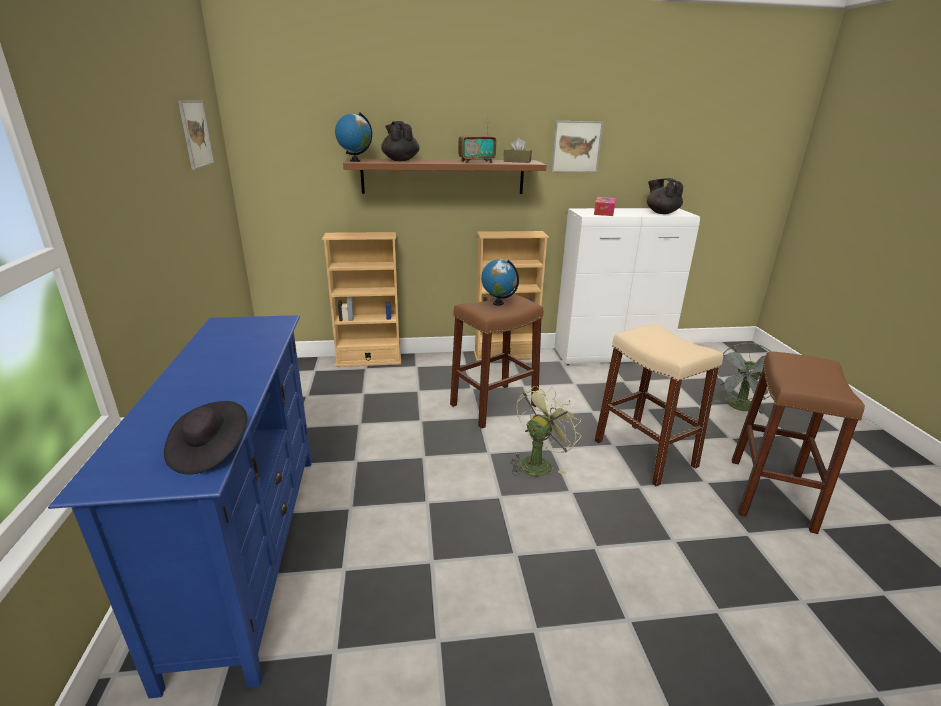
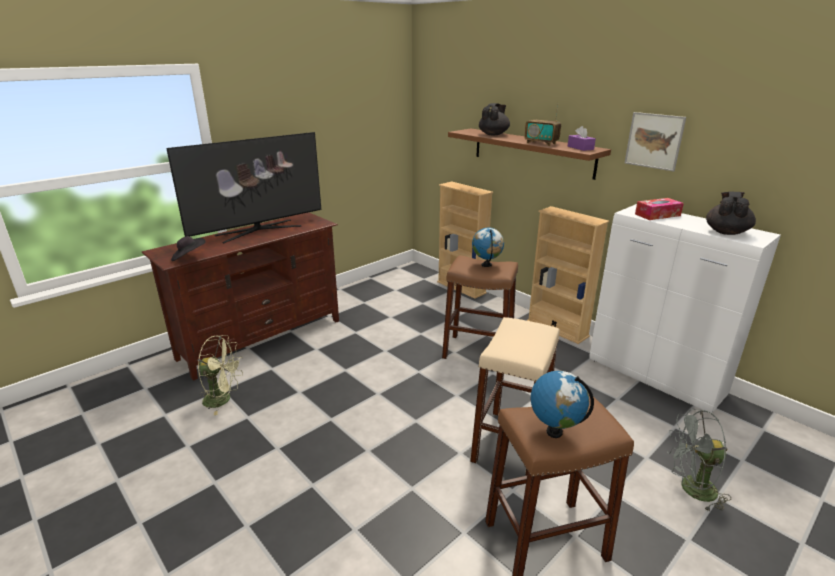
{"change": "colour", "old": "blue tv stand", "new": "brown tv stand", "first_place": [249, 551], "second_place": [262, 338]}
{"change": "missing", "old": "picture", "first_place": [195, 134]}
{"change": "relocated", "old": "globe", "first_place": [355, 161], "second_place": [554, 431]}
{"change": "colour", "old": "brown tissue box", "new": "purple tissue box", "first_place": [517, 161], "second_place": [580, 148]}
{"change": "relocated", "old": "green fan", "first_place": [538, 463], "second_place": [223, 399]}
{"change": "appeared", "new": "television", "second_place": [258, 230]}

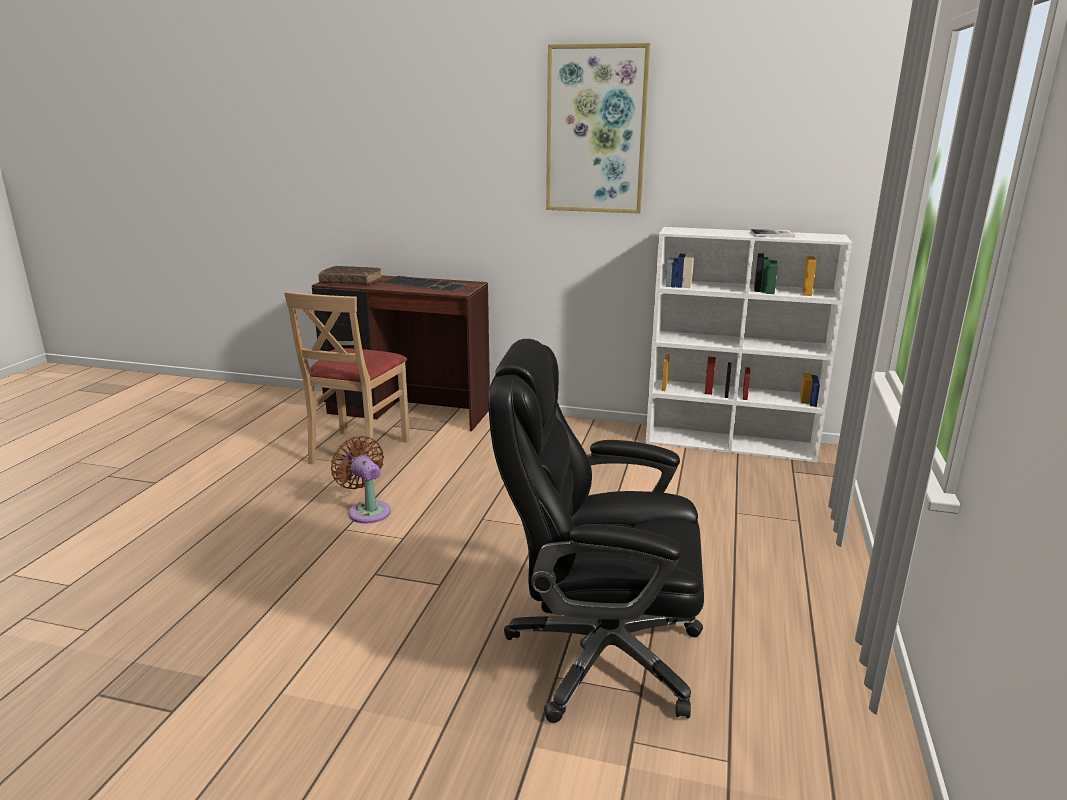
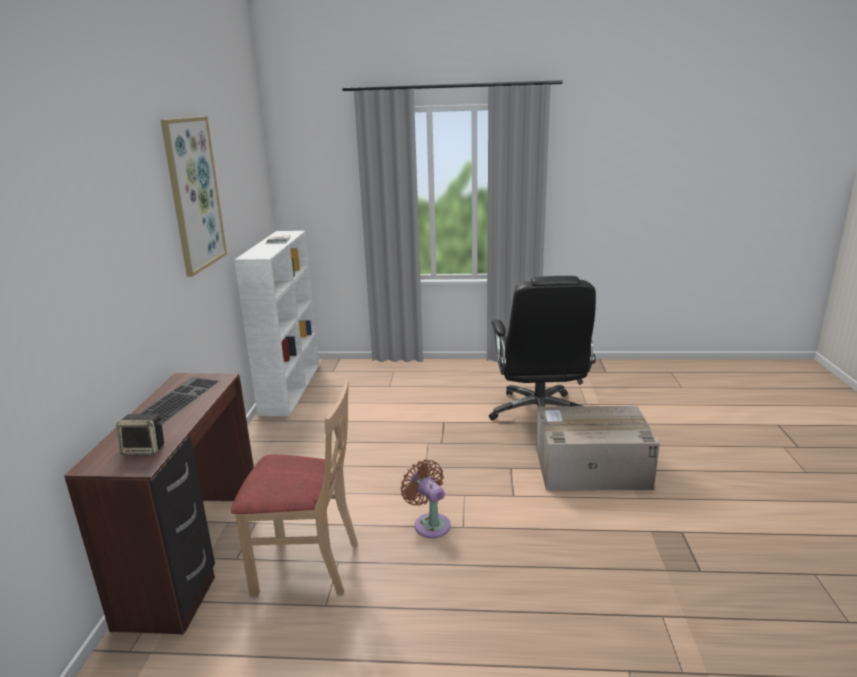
{"change": "exchanged", "old": "brown book", "new": "speaker", "first_place": [351, 282], "second_place": [145, 449]}
{"change": "spun", "old": "brown fan", "first_place": [367, 510], "second_place": [430, 523], "degrees": 105}
{"change": "appeared", "new": "cardboard box", "second_place": [589, 468]}

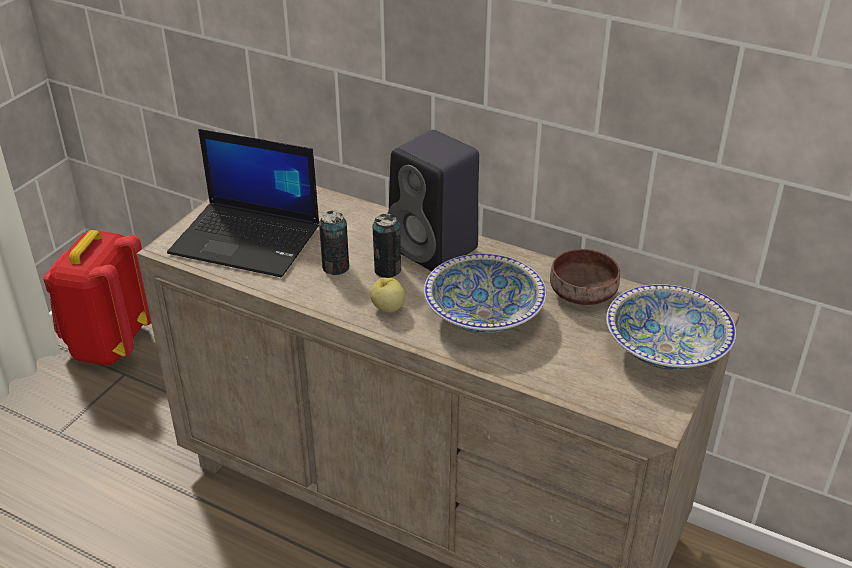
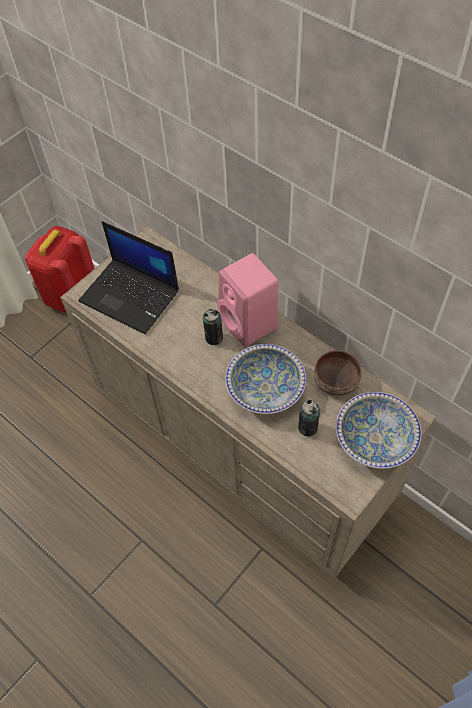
{"change": "relocated", "old": "can", "first_place": [335, 267], "second_place": [307, 428]}
{"change": "missing", "old": "apple", "first_place": [387, 308]}
{"change": "colour", "old": "black speaker", "new": "pink speaker", "first_place": [436, 249], "second_place": [250, 324]}

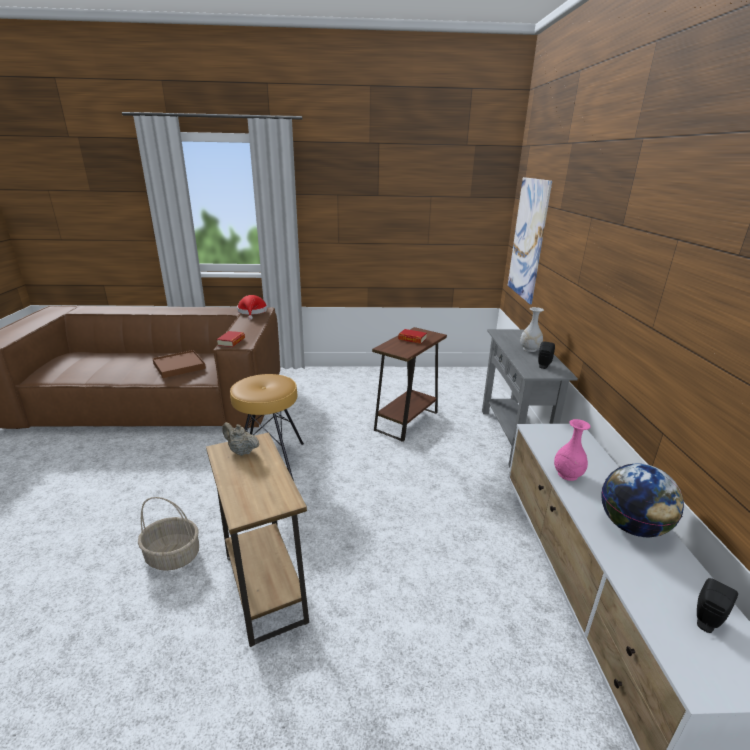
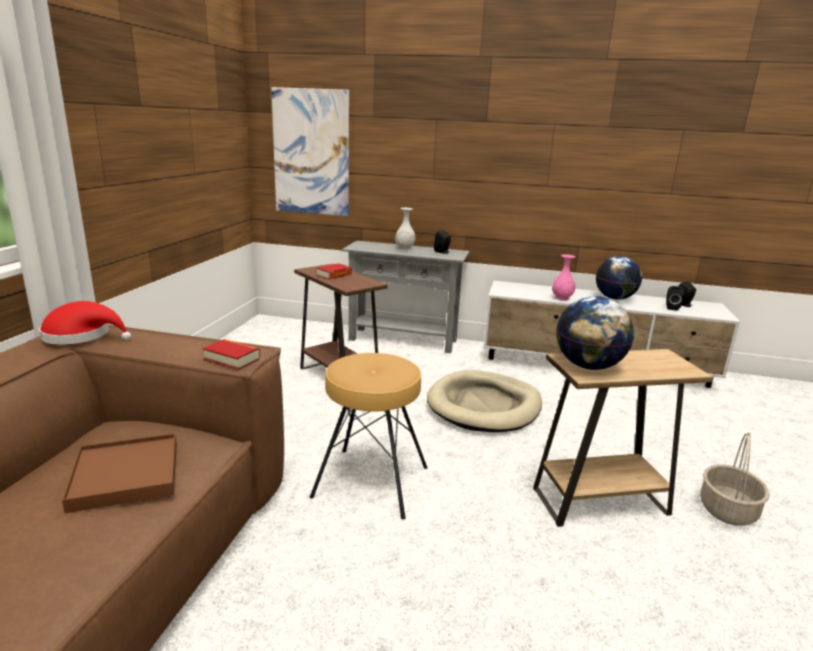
{"change": "relocated", "old": "basket", "first_place": [172, 556], "second_place": [728, 511]}
{"change": "exchanged", "old": "beige teapot", "new": "globe", "first_place": [241, 451], "second_place": [588, 366]}
{"change": "appeared", "new": "beige dog bed", "second_place": [484, 406]}
{"change": "appeared", "new": "black speaker", "second_place": [671, 307]}

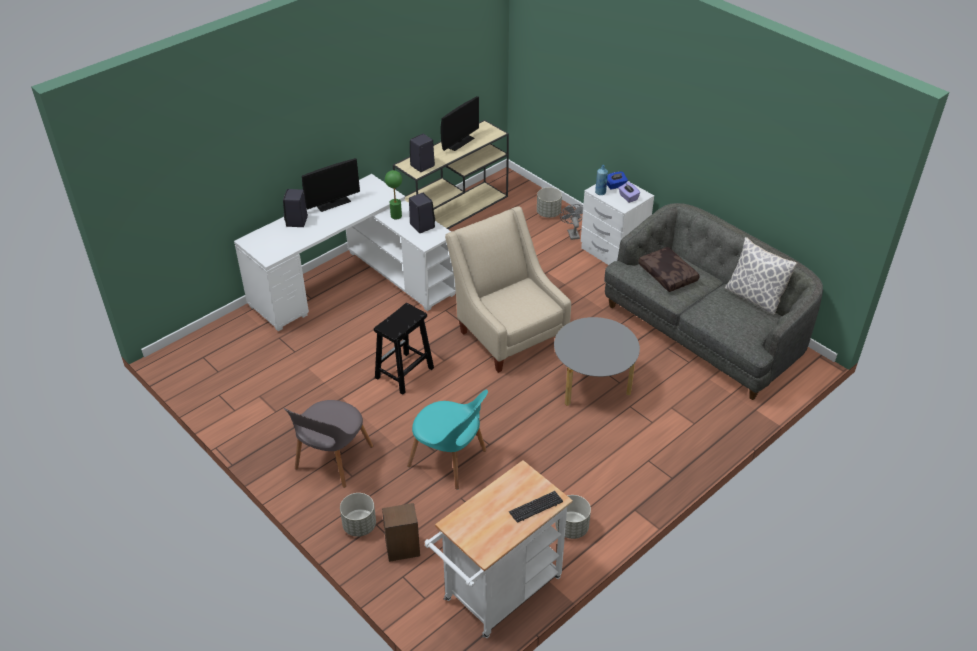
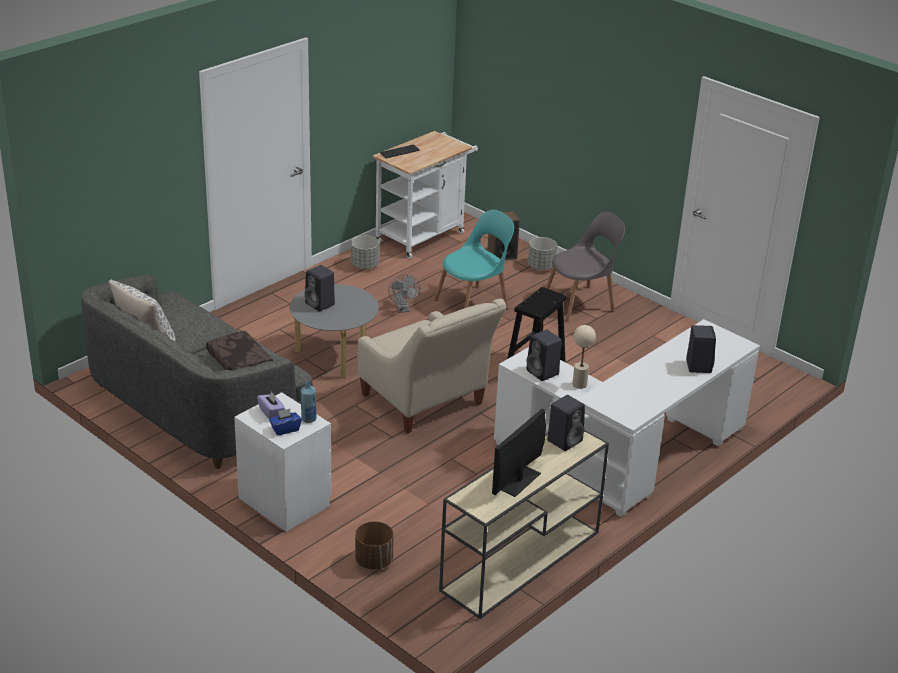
{"change": "spun", "old": "grey chair", "first_place": [332, 460], "second_place": [581, 303], "degrees": 45}
{"change": "missing", "old": "monitor", "first_place": [332, 203]}
{"change": "colour", "old": "green table lamp", "new": "beige table lamp", "first_place": [396, 216], "second_place": [579, 384]}
{"change": "spun", "old": "turquoise chair", "first_place": [450, 460], "second_place": [473, 303], "degrees": 120}
{"change": "colour", "old": "grey planter", "new": "brown planter", "first_place": [548, 213], "second_place": [374, 561]}
{"change": "relocated", "old": "grey fan", "first_place": [572, 233], "second_place": [403, 309]}
{"change": "appeared", "new": "black speaker", "second_place": [320, 304]}

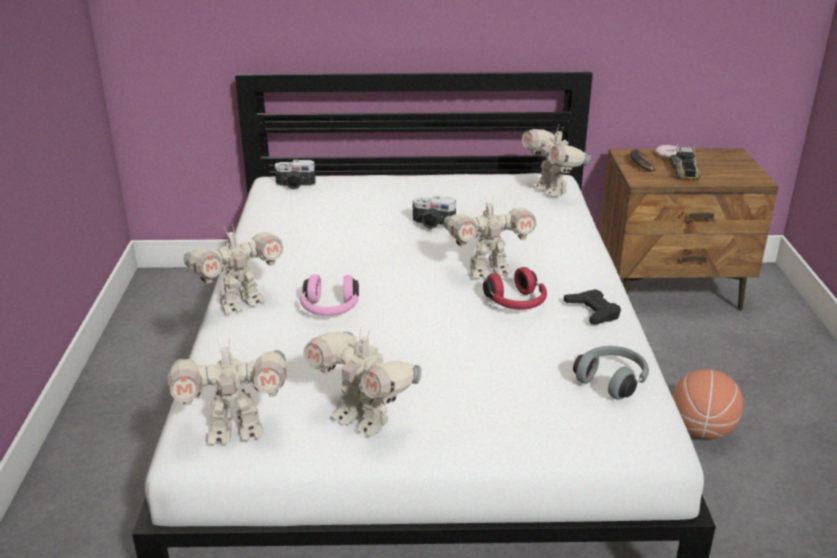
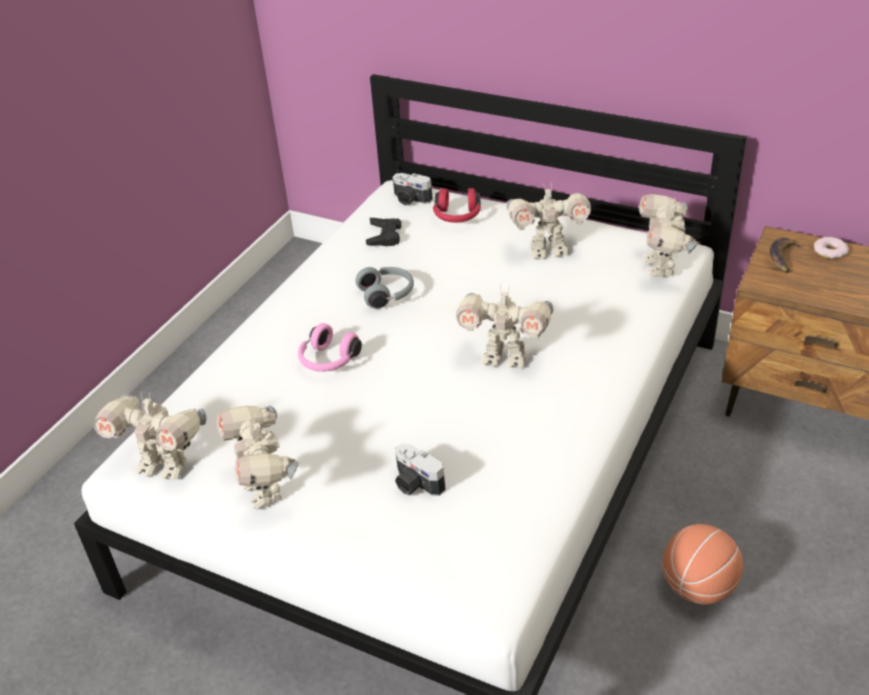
{"change": "relocated", "old": "toy robot", "first_place": [240, 303], "second_place": [548, 250]}
{"change": "relocated", "old": "photo camera", "first_place": [432, 224], "second_place": [415, 484]}
{"change": "relocated", "old": "red headphones", "first_place": [516, 303], "second_place": [457, 217]}
{"change": "relocated", "old": "black game controller", "first_place": [593, 311], "second_place": [384, 236]}
{"change": "relocated", "old": "grey headphones", "first_place": [612, 380], "second_place": [387, 294]}
{"change": "missing", "old": "toy truck", "first_place": [684, 172]}

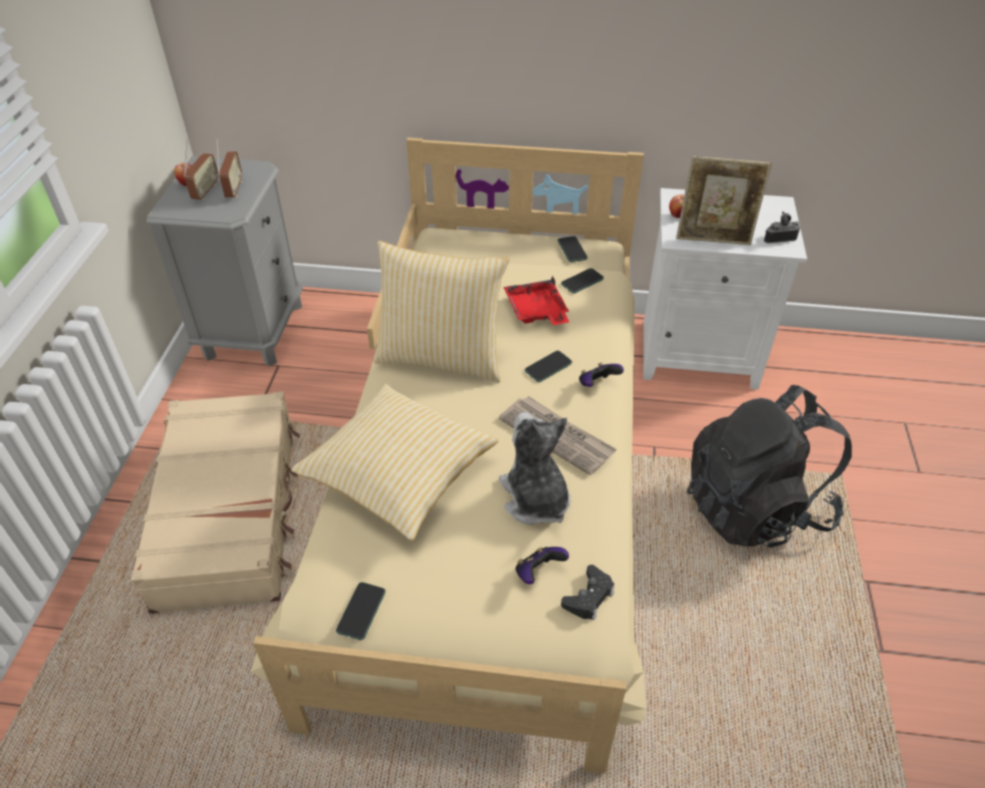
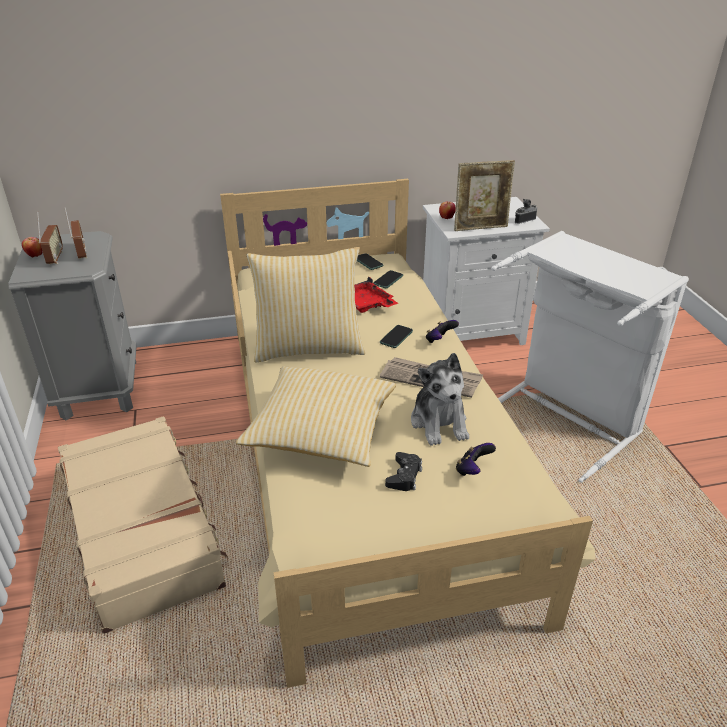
{"change": "missing", "old": "phone", "first_place": [361, 611]}
{"change": "spun", "old": "plush toy", "first_place": [535, 498], "second_place": [439, 422], "degrees": -150}
{"change": "relocated", "old": "black game controller", "first_place": [589, 597], "second_place": [404, 476]}
{"change": "exchanged", "old": "black backpack", "new": "white laundry basket", "first_place": [755, 507], "second_place": [566, 418]}

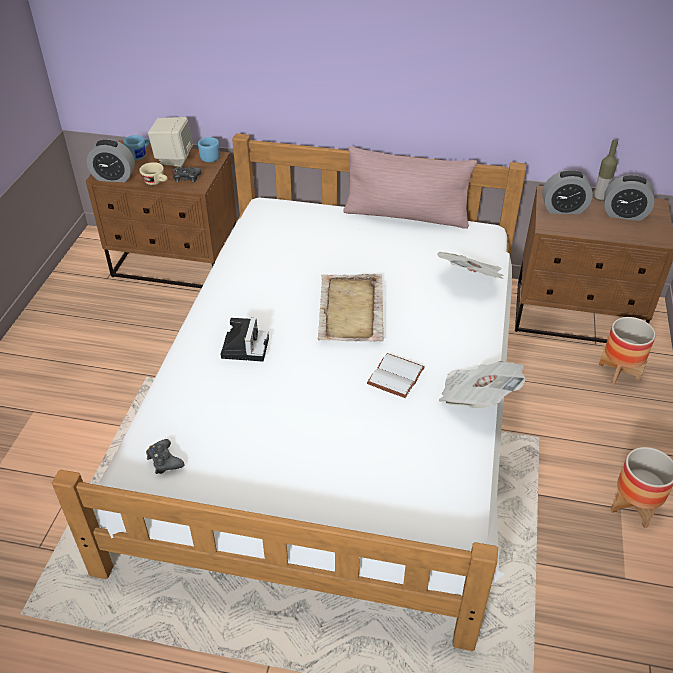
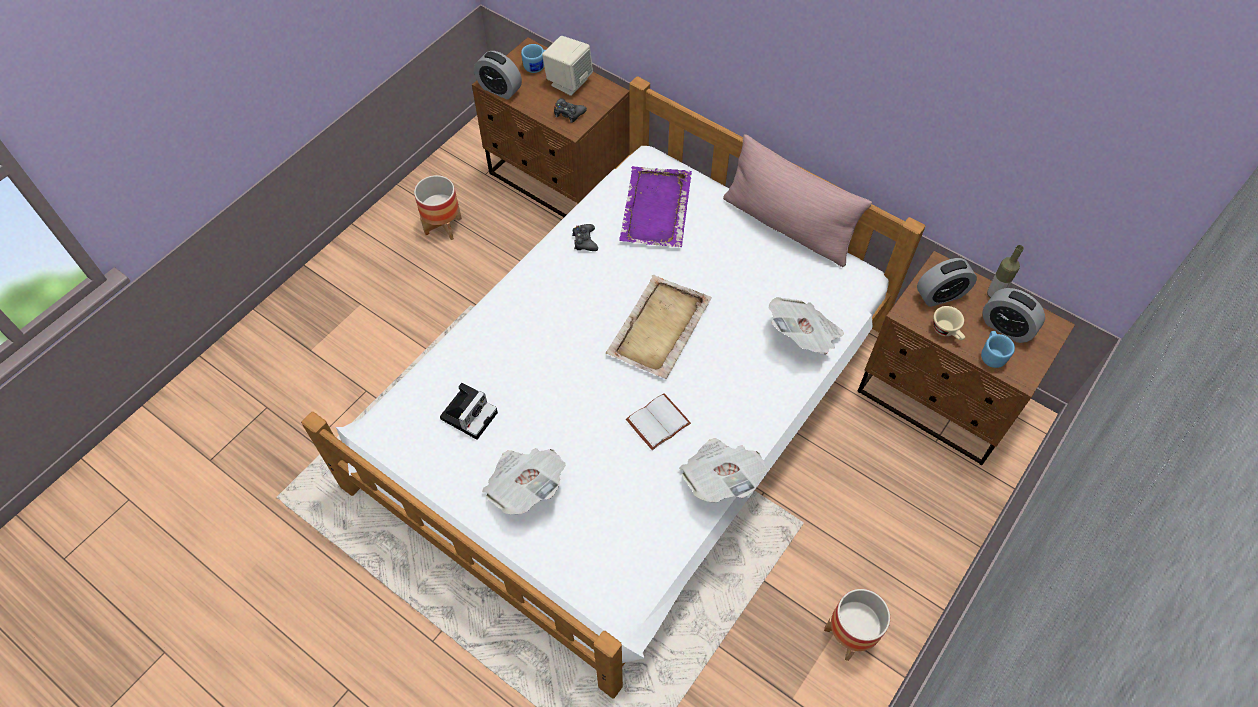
{"change": "relocated", "old": "beige cup", "first_place": [156, 182], "second_place": [947, 331]}
{"change": "relocated", "old": "black game controller", "first_place": [164, 460], "second_place": [585, 241]}
{"change": "relocated", "old": "blue mug", "first_place": [209, 157], "second_place": [992, 355]}
{"change": "relocated", "old": "photo camera", "first_place": [245, 346], "second_place": [469, 414]}
{"change": "spun", "old": "alarm clock", "first_place": [563, 209], "second_place": [940, 295], "degrees": -45}
{"change": "relocated", "old": "planter", "first_place": [619, 371], "second_place": [443, 226]}
{"change": "appeared", "new": "newspaper", "second_place": [525, 486]}
{"change": "appeared", "new": "purple tray", "second_place": [655, 209]}

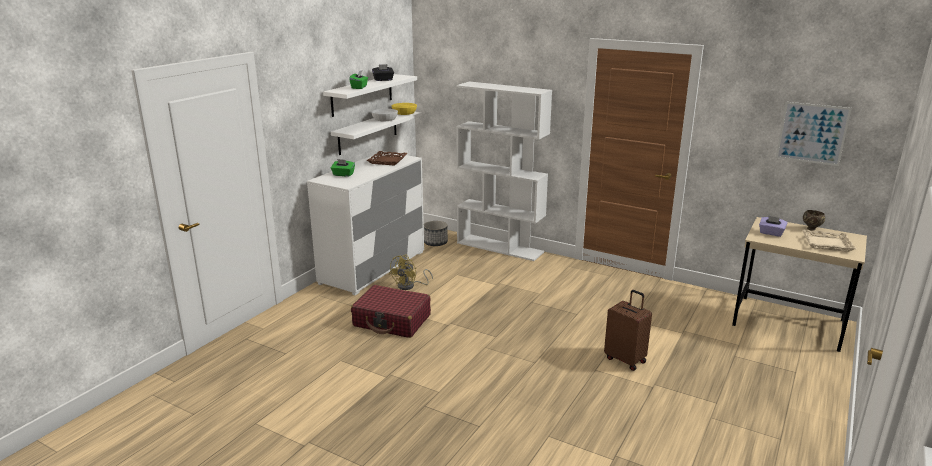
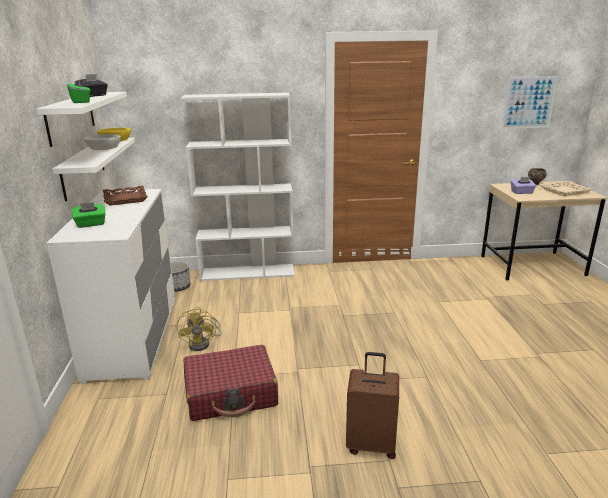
{"change": "relocated", "old": "brown suitcase", "first_place": [625, 359], "second_place": [371, 444]}

